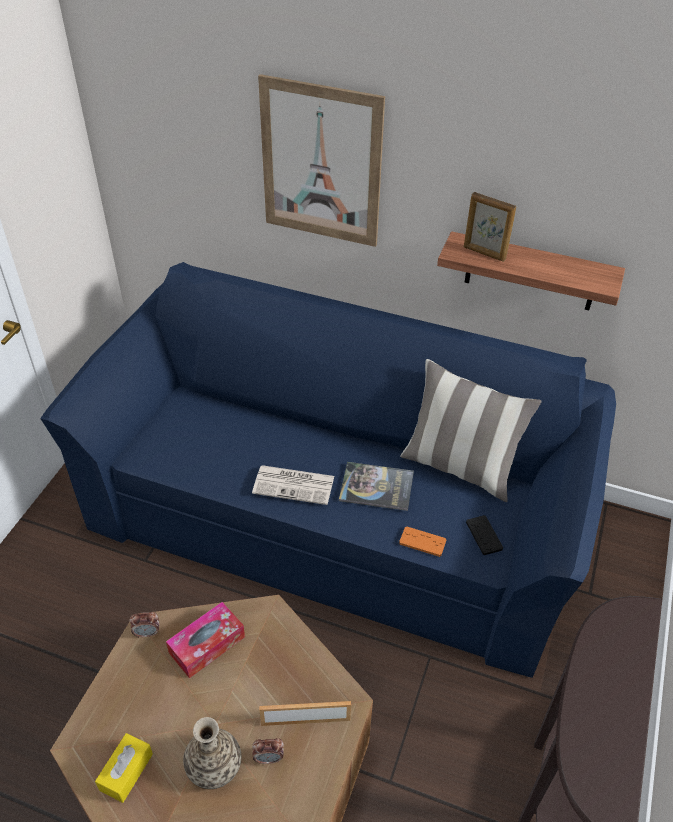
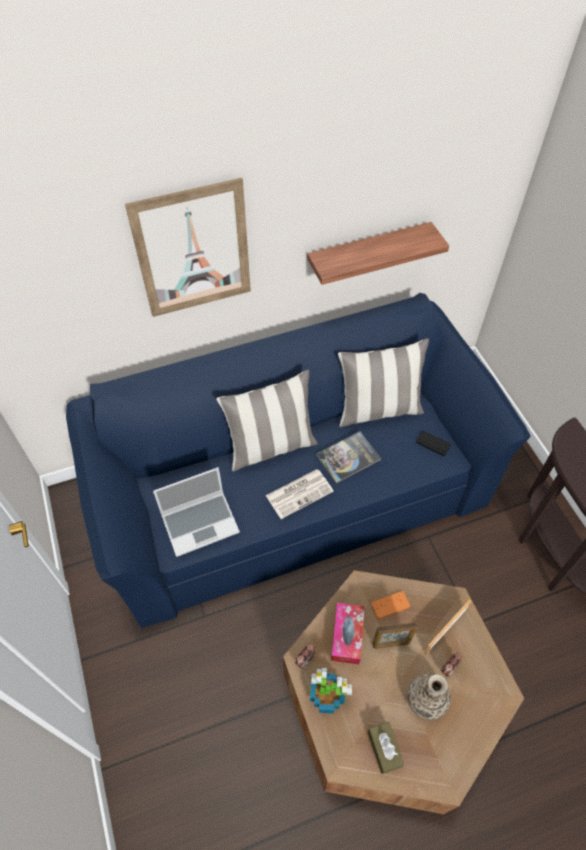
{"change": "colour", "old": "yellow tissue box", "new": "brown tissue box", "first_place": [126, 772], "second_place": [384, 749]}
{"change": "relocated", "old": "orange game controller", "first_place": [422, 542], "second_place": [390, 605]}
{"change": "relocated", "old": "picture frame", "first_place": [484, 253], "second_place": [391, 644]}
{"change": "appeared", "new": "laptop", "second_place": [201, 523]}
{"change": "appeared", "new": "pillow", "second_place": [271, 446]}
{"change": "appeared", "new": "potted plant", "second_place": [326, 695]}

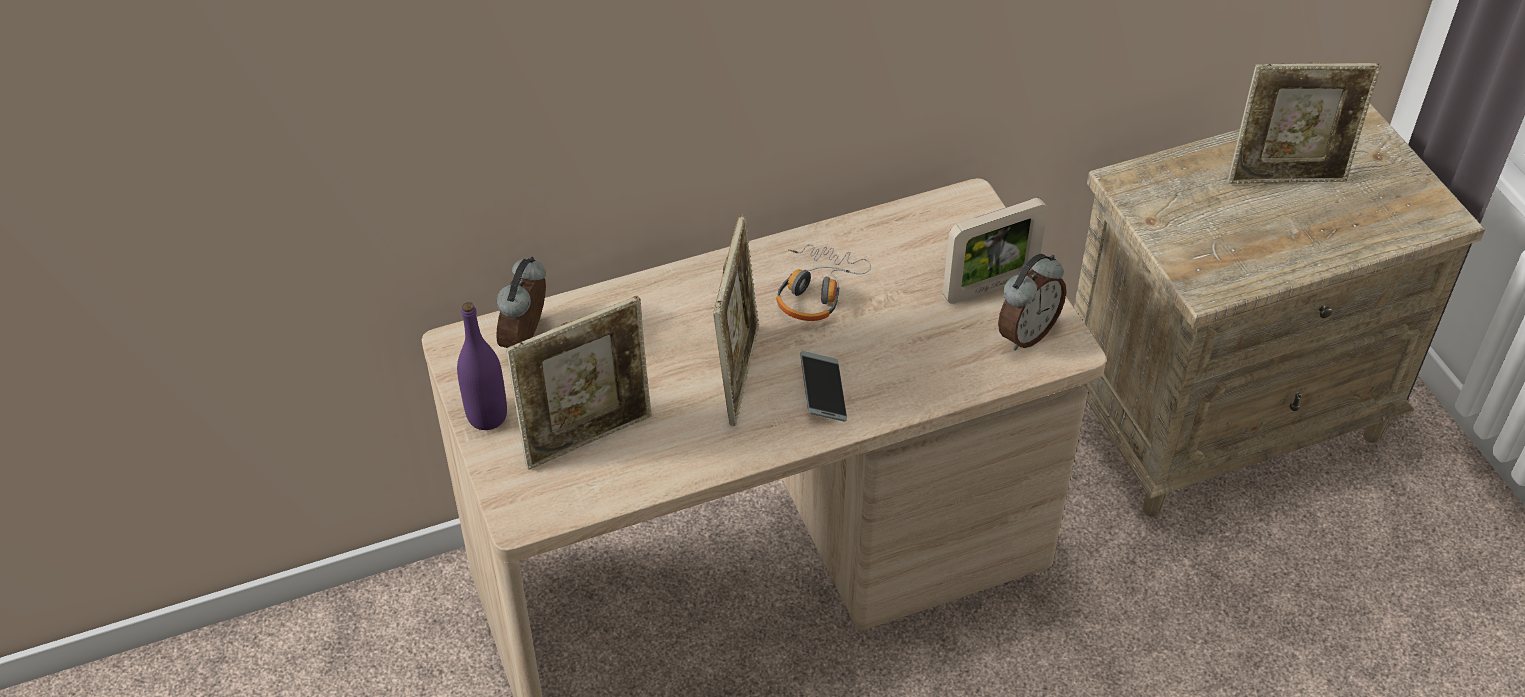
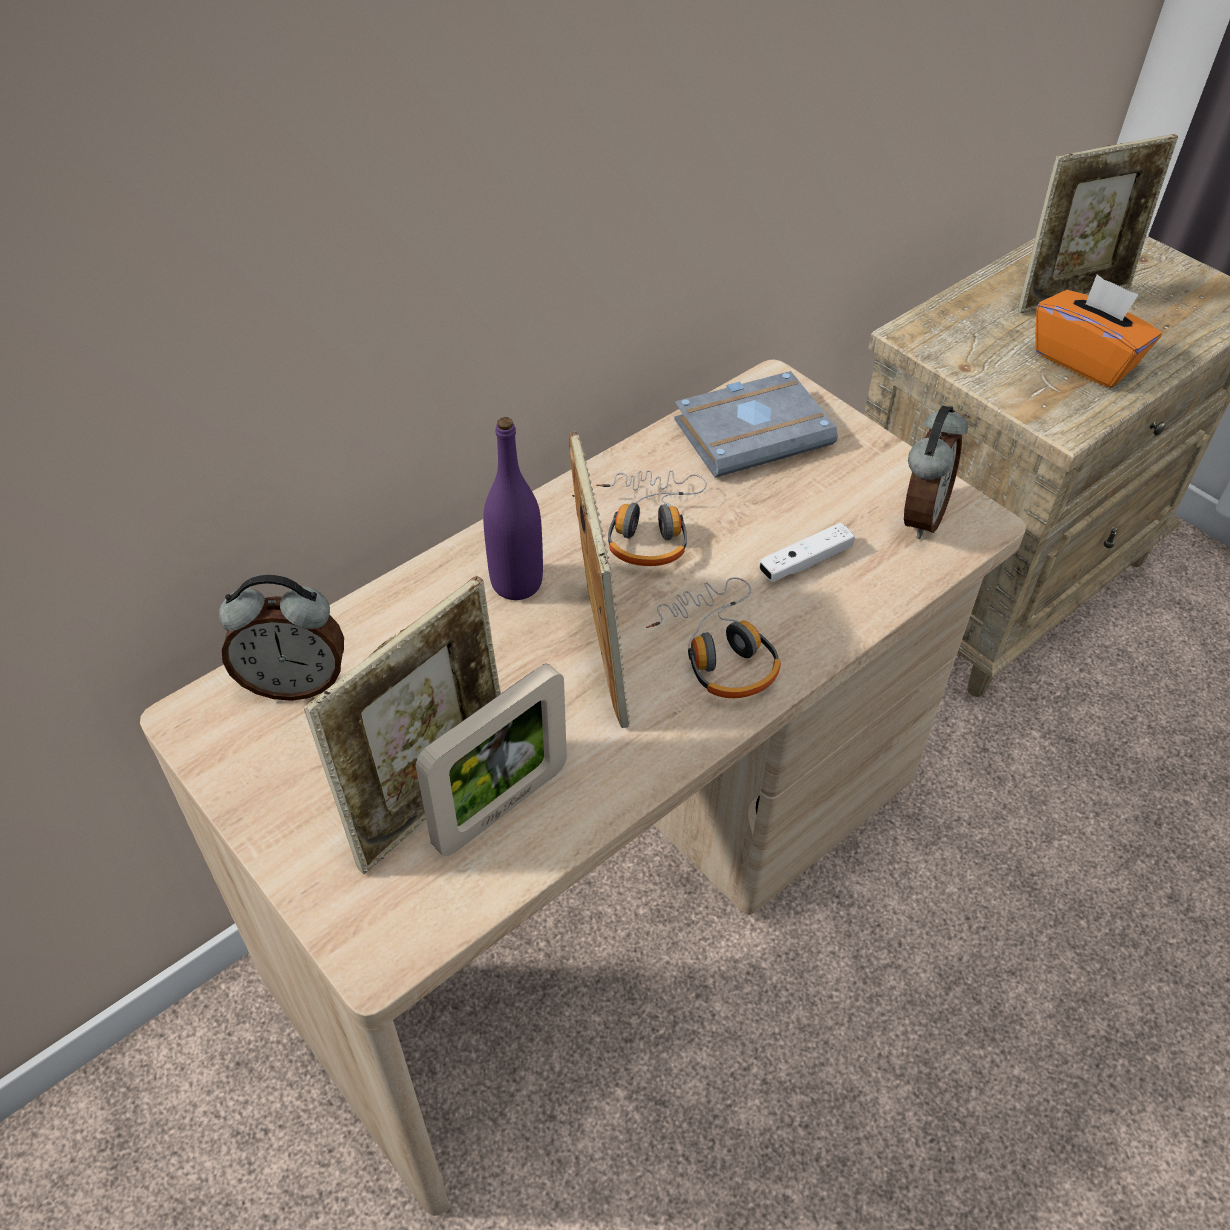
{"change": "relocated", "old": "purple bottle", "first_place": [487, 416], "second_place": [516, 583]}
{"change": "spun", "old": "alarm clock", "first_place": [528, 338], "second_place": [295, 682], "degrees": -90}
{"change": "exchanged", "old": "phone", "new": "headphones", "first_place": [823, 392], "second_place": [719, 650]}
{"change": "relocated", "old": "picture frame", "first_place": [989, 287], "second_place": [501, 807]}
{"change": "appeared", "new": "grey book", "second_place": [753, 431]}
{"change": "appeared", "new": "white game controller", "second_place": [805, 562]}
{"change": "appeared", "new": "orange tissue box", "second_place": [1085, 360]}

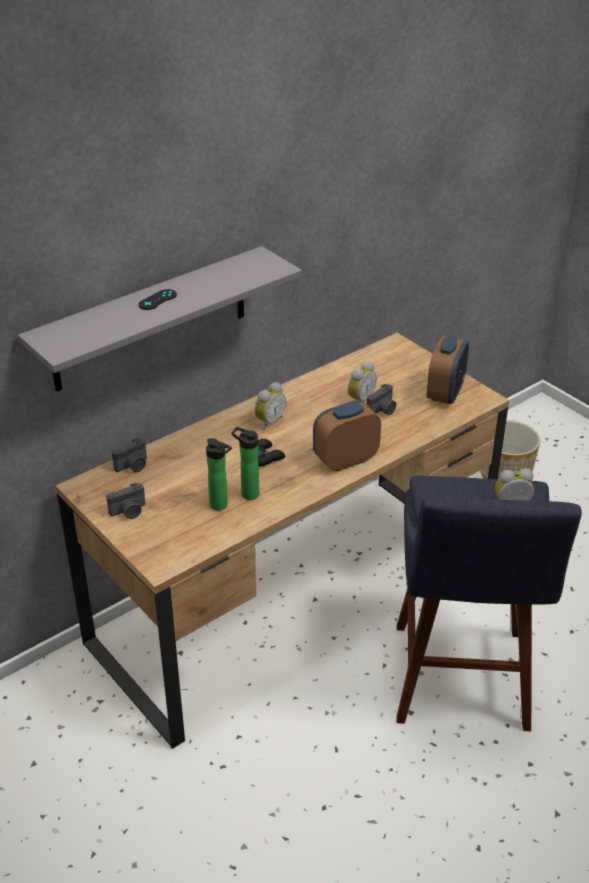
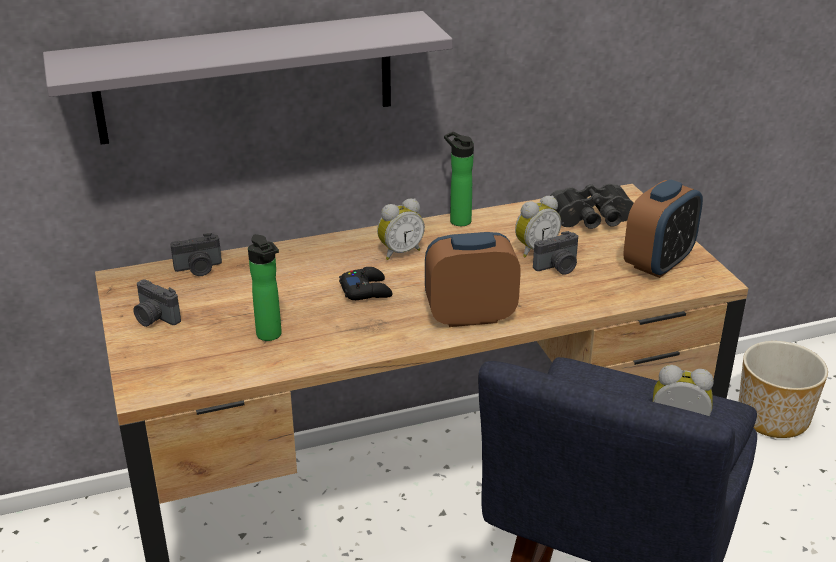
{"change": "spun", "old": "photo camera", "first_place": [129, 512], "second_place": [155, 318], "degrees": 45}
{"change": "missing", "old": "black game controller", "first_place": [157, 300]}
{"change": "relocated", "old": "bottle", "first_place": [247, 493], "second_place": [458, 220]}
{"change": "appeared", "new": "black binoculars", "second_place": [593, 220]}

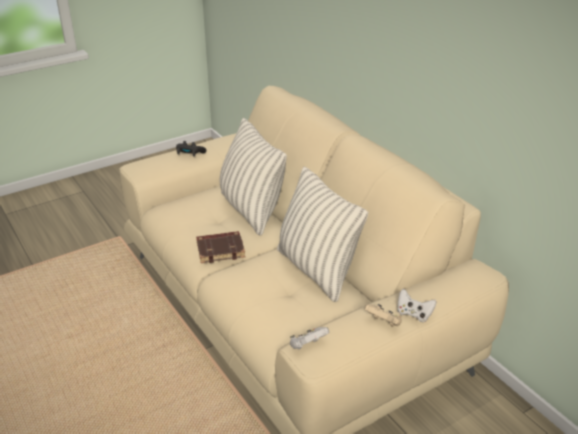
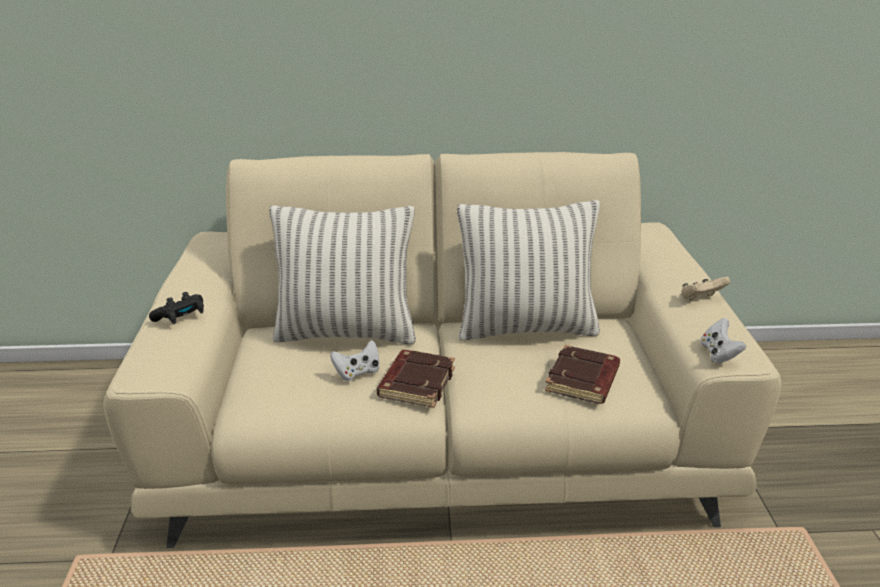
{"change": "relocated", "old": "white game controller", "first_place": [414, 314], "second_place": [357, 373]}
{"change": "appeared", "new": "brown book", "second_place": [583, 380]}

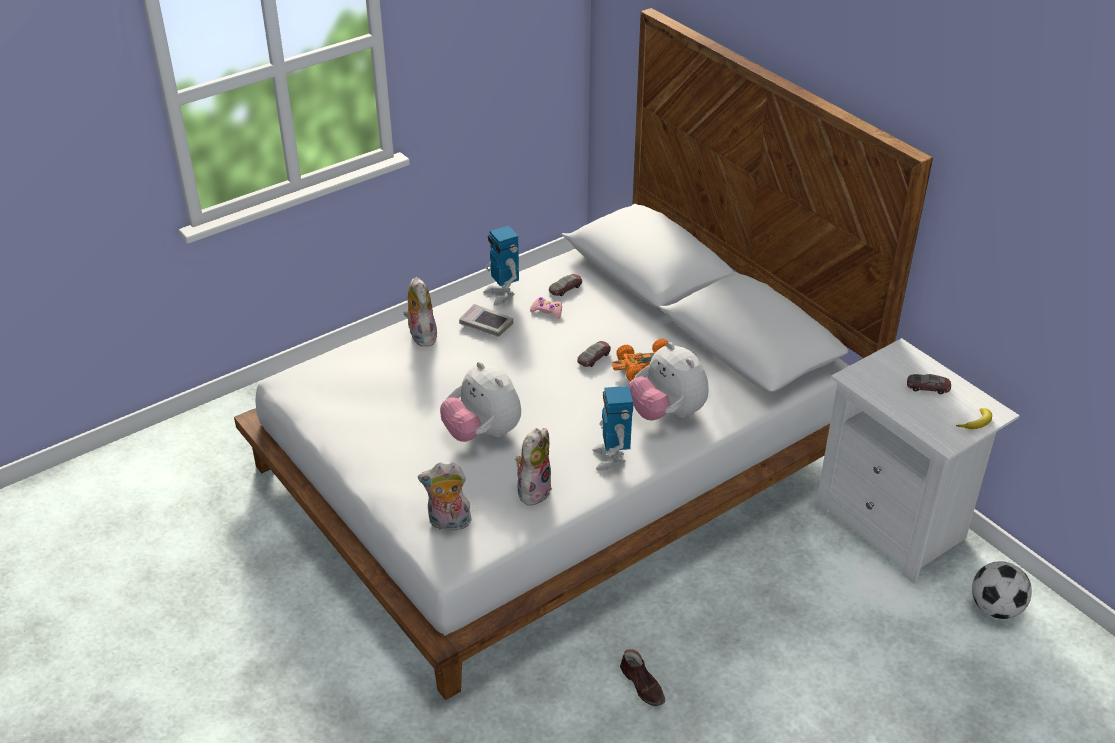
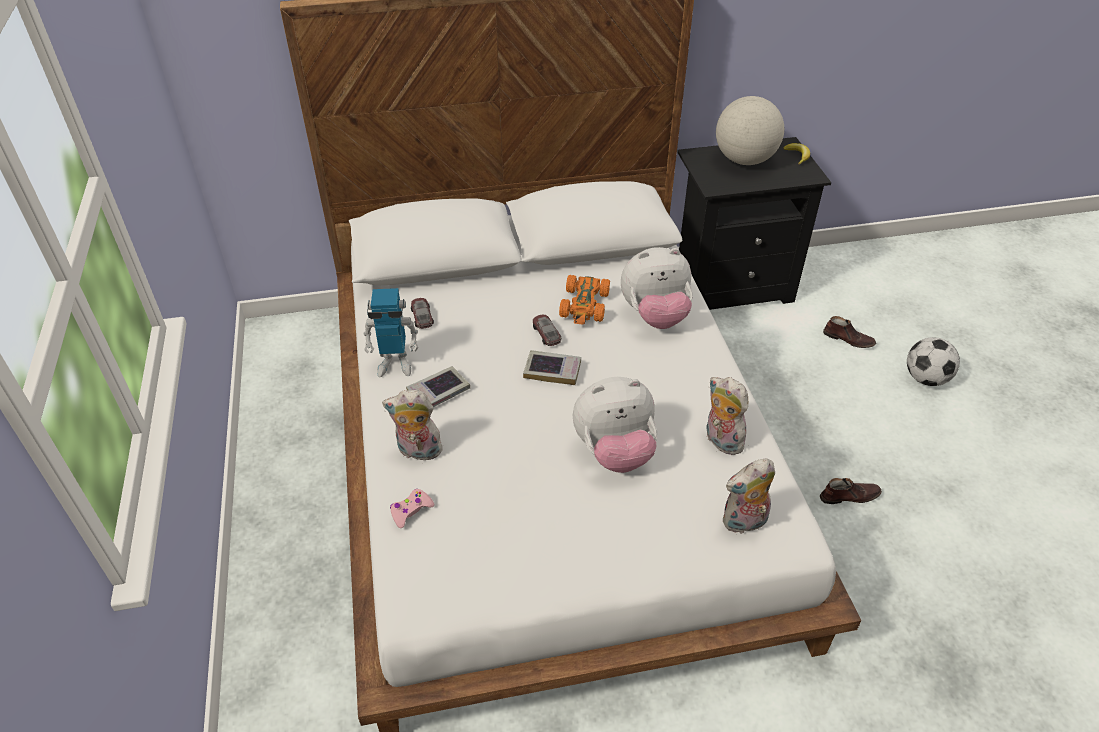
{"change": "spun", "old": "plush toy", "first_place": [448, 523], "second_place": [744, 523], "degrees": 45}
{"change": "relocated", "old": "pink game controller", "first_place": [547, 311], "second_place": [411, 511]}
{"change": "missing", "old": "toy robot", "first_place": [611, 458]}
{"change": "colour", "old": "white nightstand", "new": "black nightstand", "first_place": [895, 524], "second_place": [730, 285]}
{"change": "exchanged", "old": "toy car", "new": "globe", "first_place": [928, 387], "second_place": [744, 160]}
{"change": "relocated", "old": "football", "first_place": [995, 608], "second_place": [925, 378]}
{"change": "appeared", "new": "book", "second_place": [552, 370]}
{"change": "appeared", "new": "brown shoe", "second_place": [848, 339]}

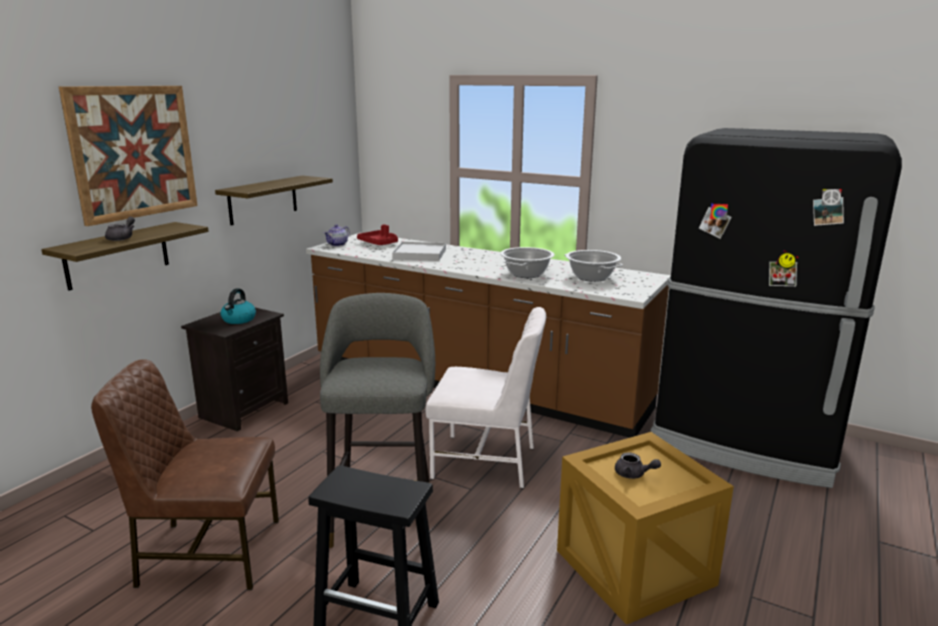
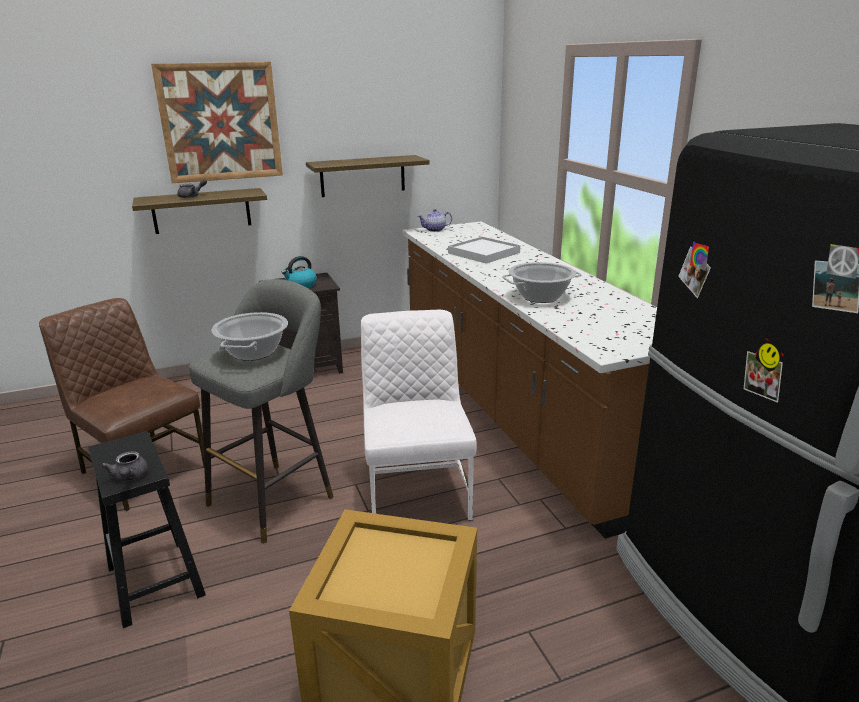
{"change": "missing", "old": "red tray", "first_place": [379, 243]}
{"change": "spun", "old": "white chair", "first_place": [486, 462], "second_place": [417, 491], "degrees": -150}
{"change": "relocated", "old": "cooking pot", "first_place": [591, 277], "second_place": [253, 352]}
{"change": "relocated", "old": "grey teapot", "first_place": [633, 474], "second_place": [130, 477]}

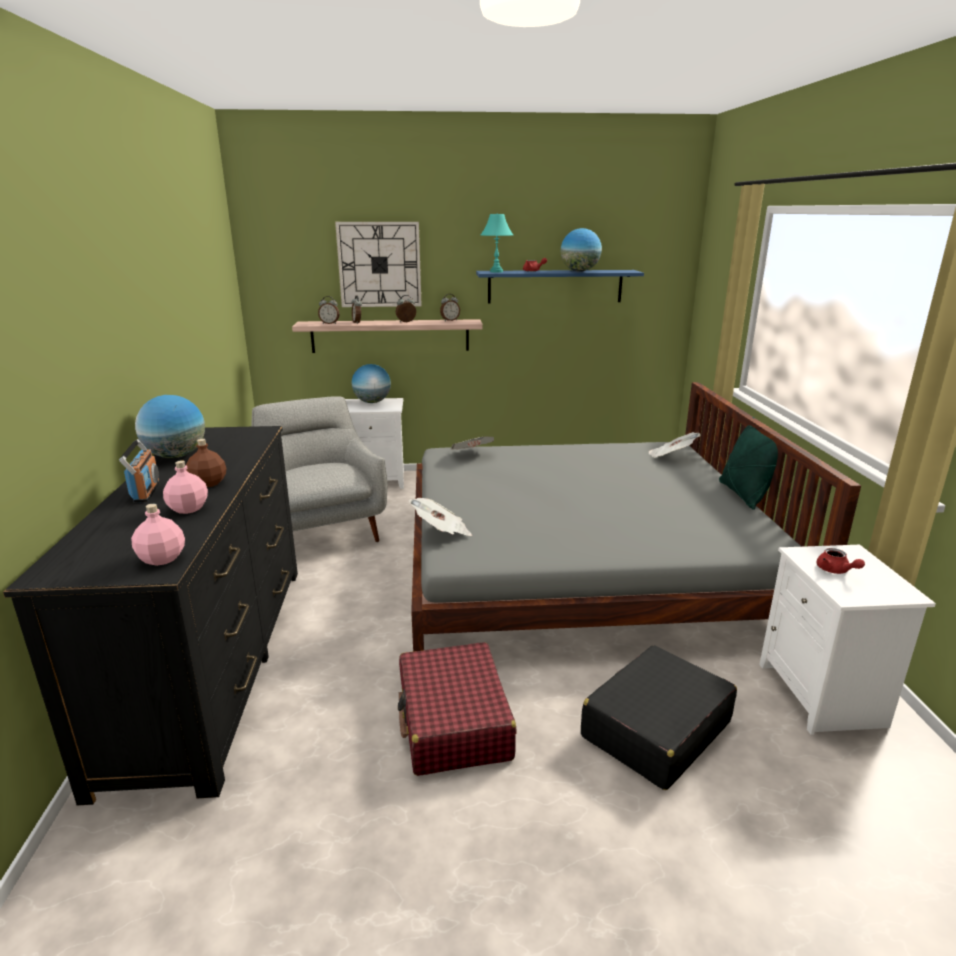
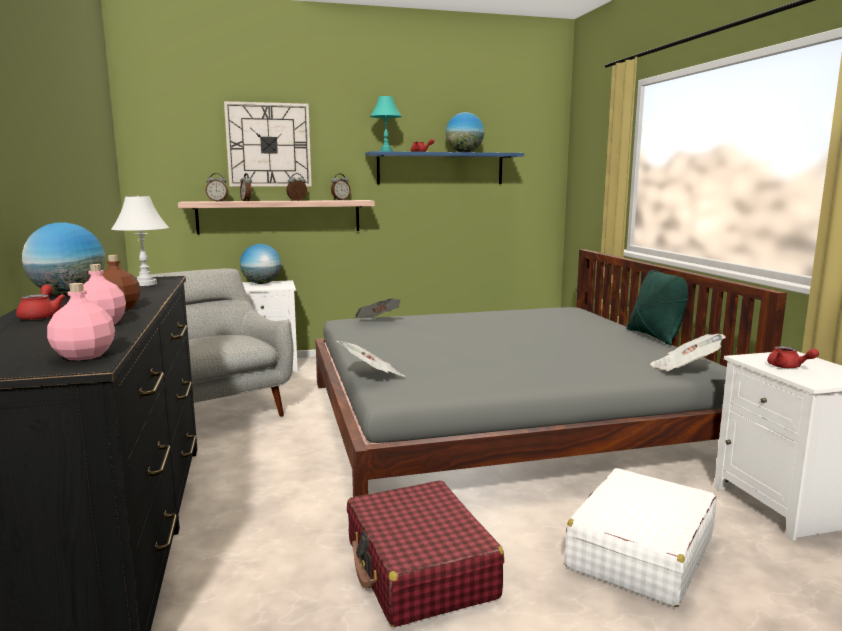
{"change": "exchanged", "old": "radio", "new": "red teapot", "first_place": [146, 492], "second_place": [41, 316]}
{"change": "colour", "old": "black suitcase", "new": "white suitcase", "first_place": [655, 729], "second_place": [639, 552]}
{"change": "relocated", "old": "newspaper", "first_place": [671, 457], "second_place": [684, 369]}
{"change": "appeared", "new": "white table lamp", "second_place": [146, 284]}

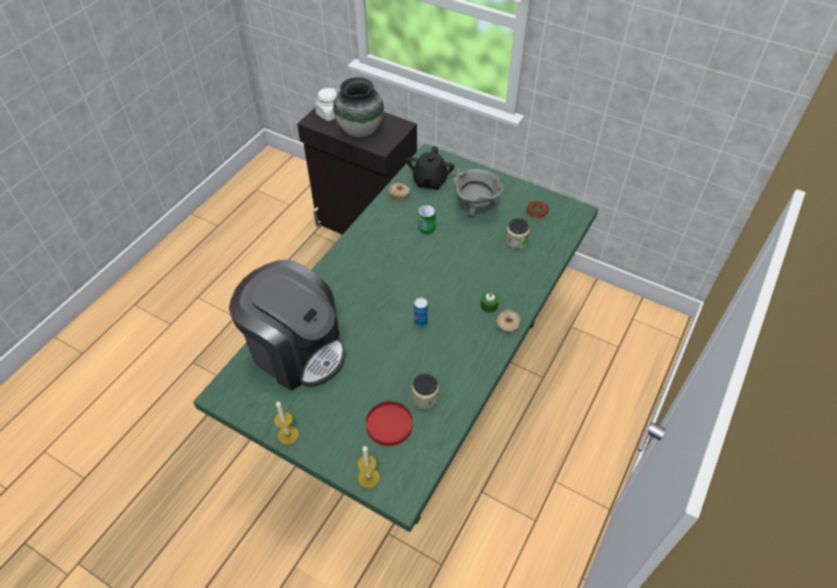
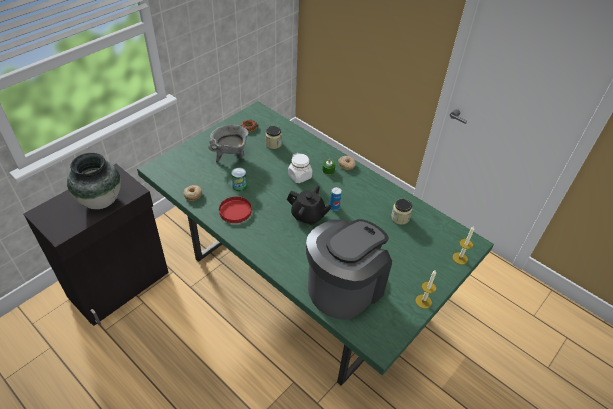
{"change": "relocated", "old": "white jar", "first_place": [329, 114], "second_place": [300, 176]}
{"change": "relocated", "old": "red plate", "first_place": [389, 424], "second_place": [235, 211]}
{"change": "relocated", "old": "black teapot", "first_place": [429, 181], "second_place": [308, 216]}

